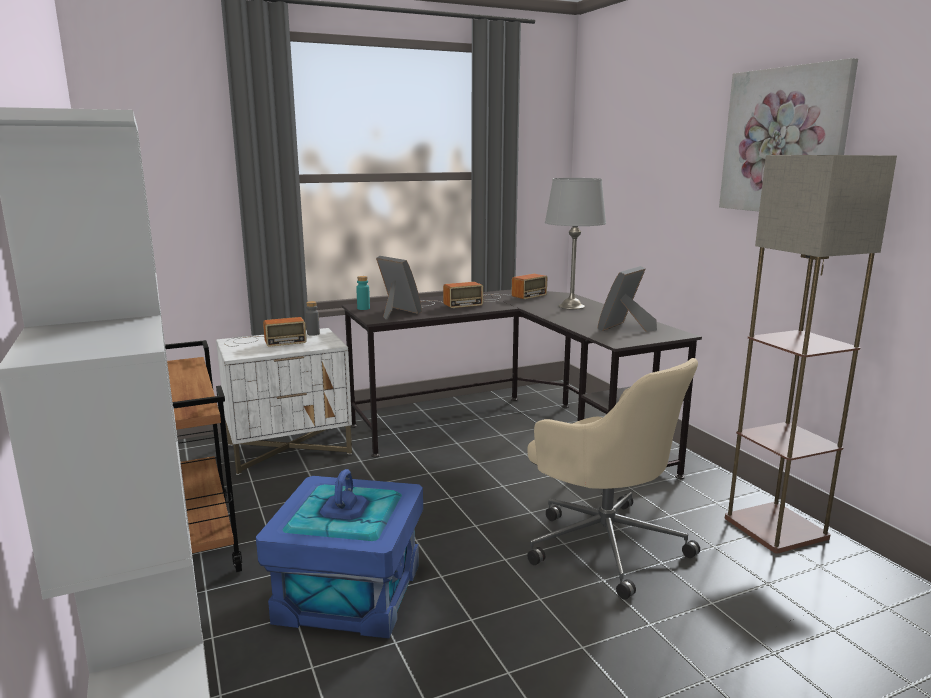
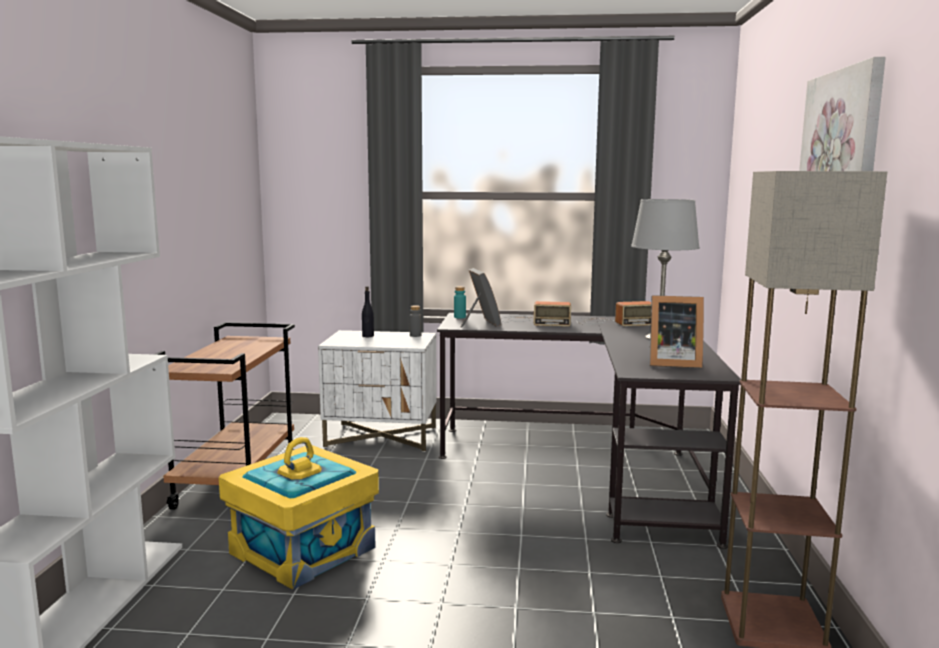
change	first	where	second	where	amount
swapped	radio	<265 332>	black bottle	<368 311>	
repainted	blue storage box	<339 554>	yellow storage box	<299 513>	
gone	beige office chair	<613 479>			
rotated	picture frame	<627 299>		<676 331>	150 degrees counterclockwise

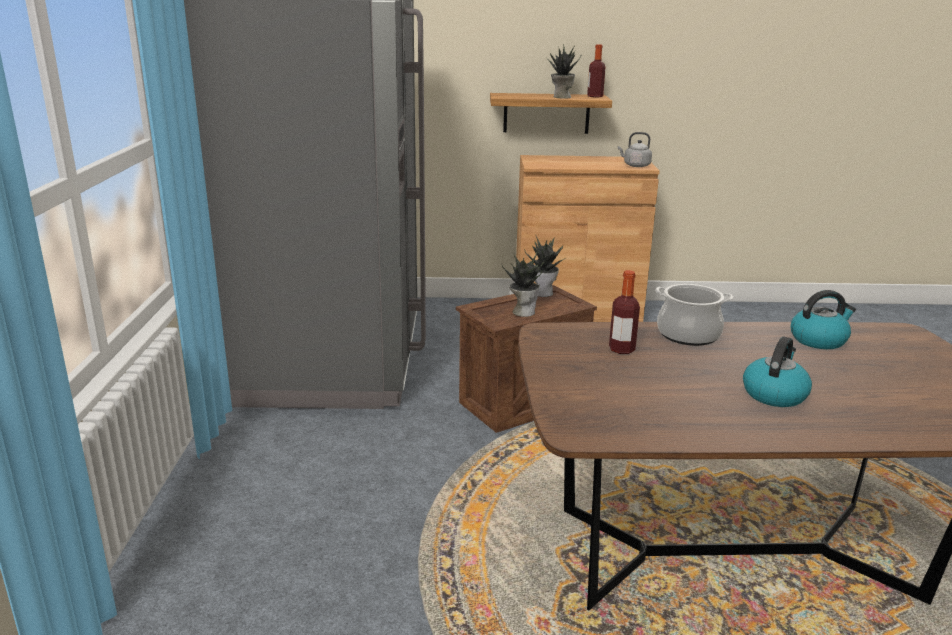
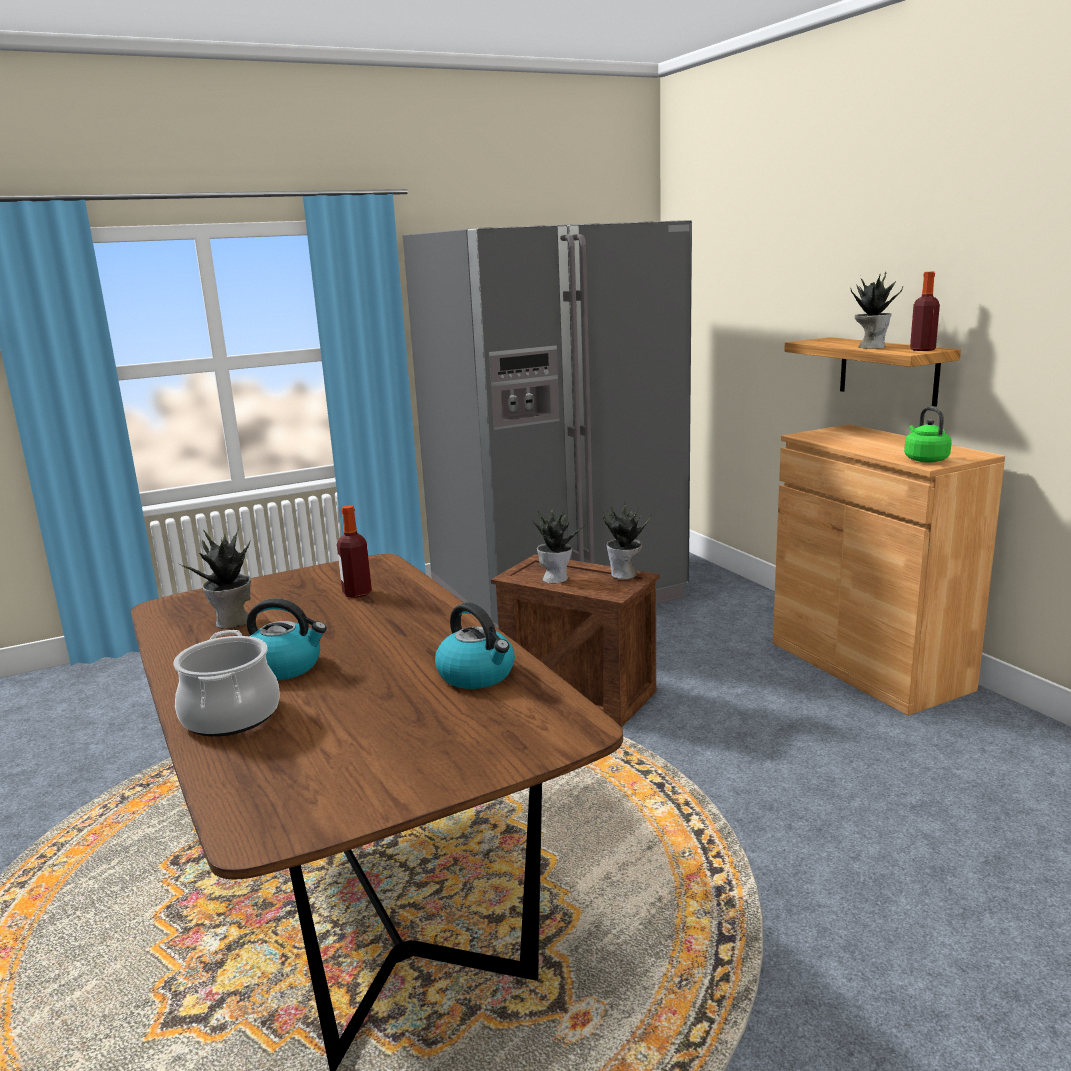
change	first	where	second	where	amount
repainted	grey kettle	<635 149>	green kettle	<928 435>	
shifted	cooking pot	<694 315>		<227 683>	
new			potted plant	<214 578>	

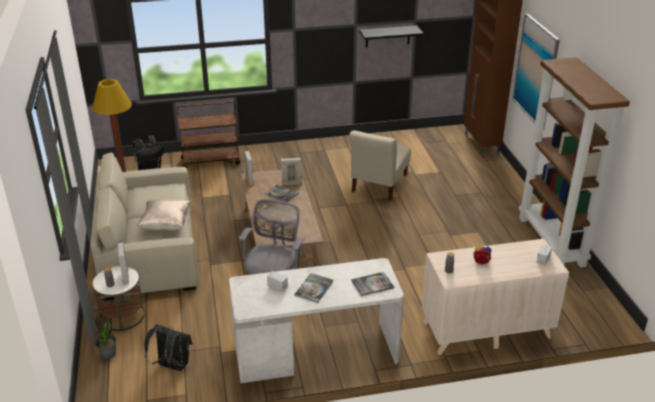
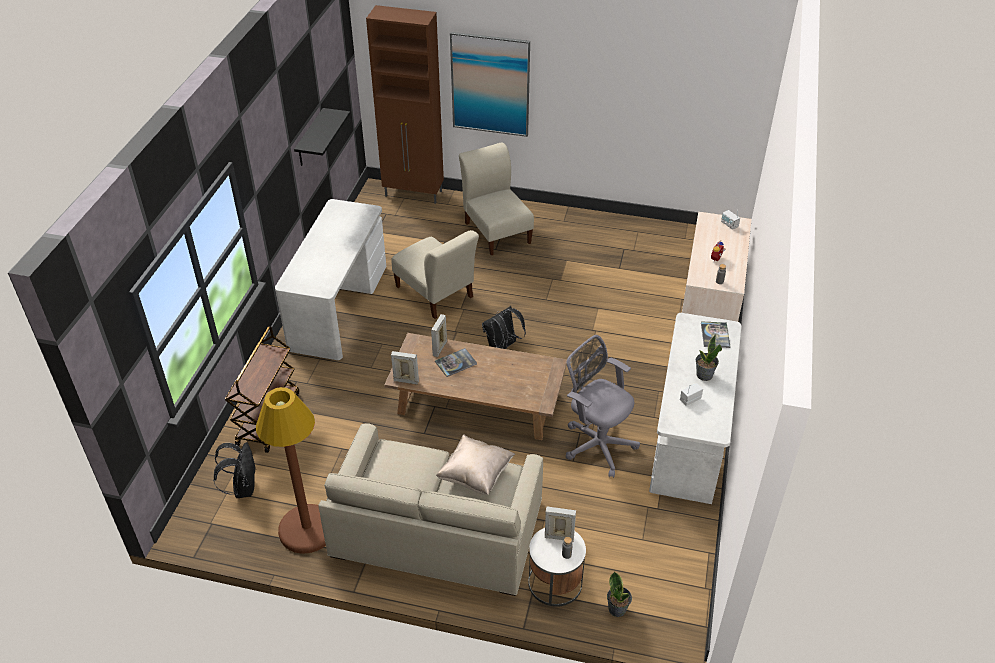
change	first	where	second	where	amount
shifted	black backpack	<168 347>		<504 327>	
swapped	book	<314 288>	potted plant	<709 357>	
gone	brown bookcase	<574 162>			
new			white desk	<330 279>	
new			beige chair	<496 199>	

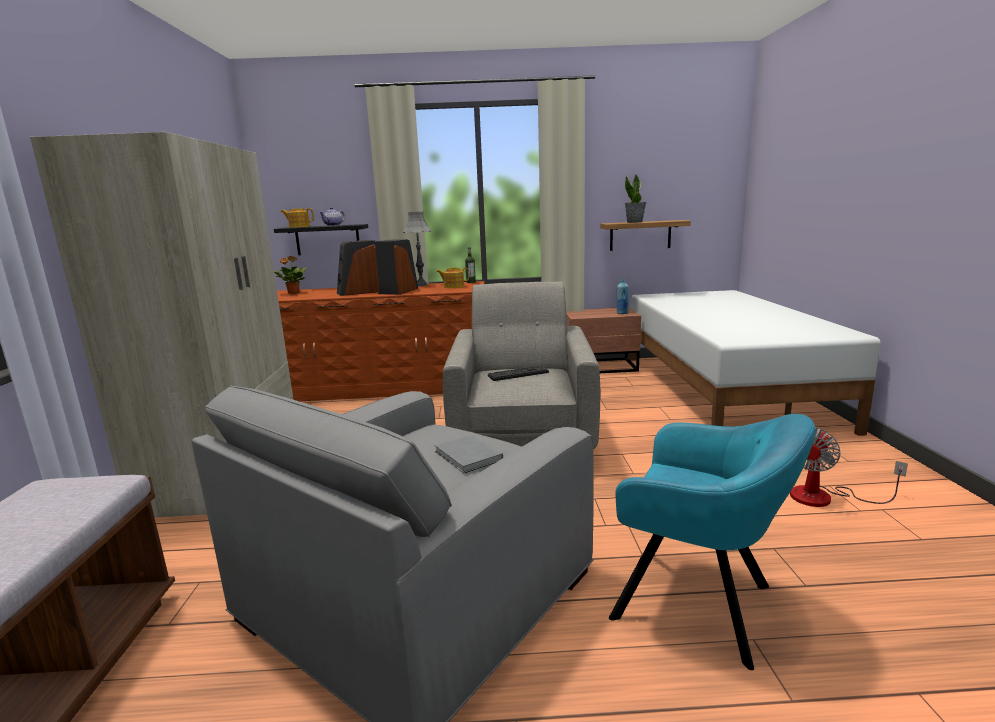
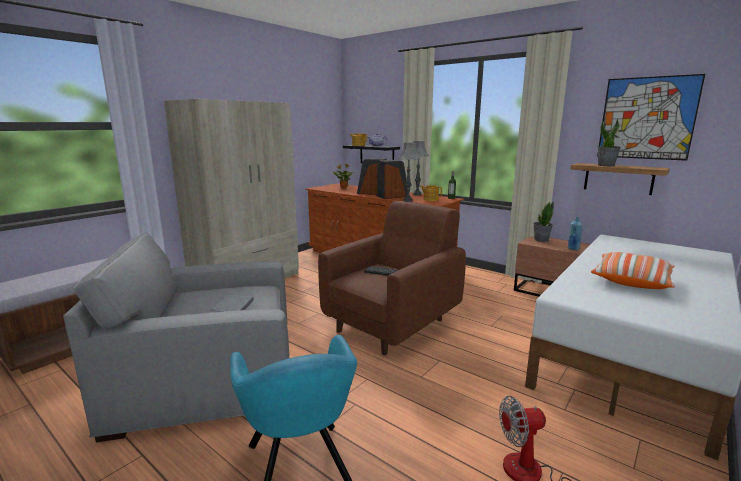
change	first	where	second	where	amount
repainted	grey armchair	<521 366>	brown armchair	<392 278>	
new			grey table lamp	<409 172>	
new			potted plant	<543 221>	
new			pillow	<633 270>	
new			picture	<651 117>	

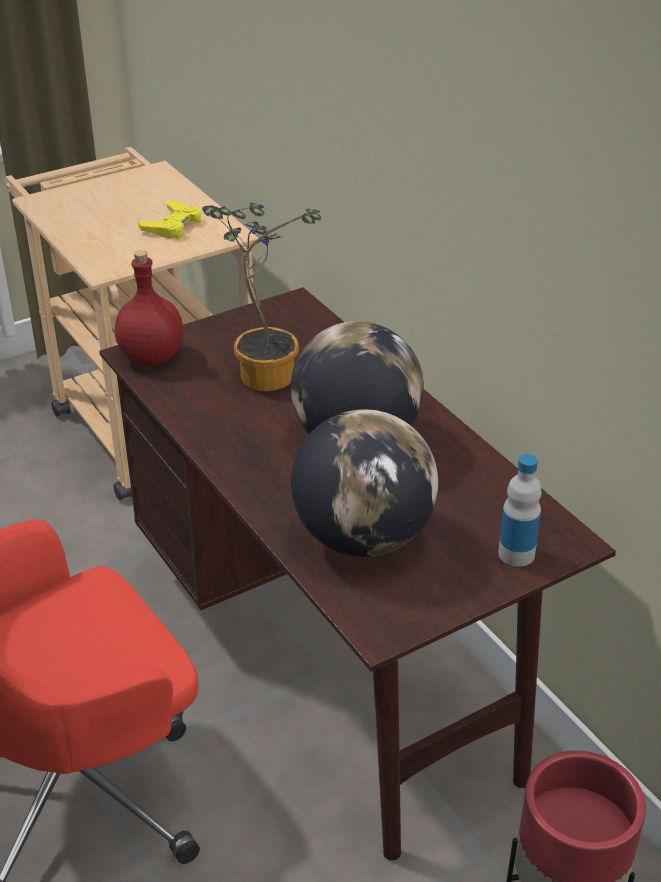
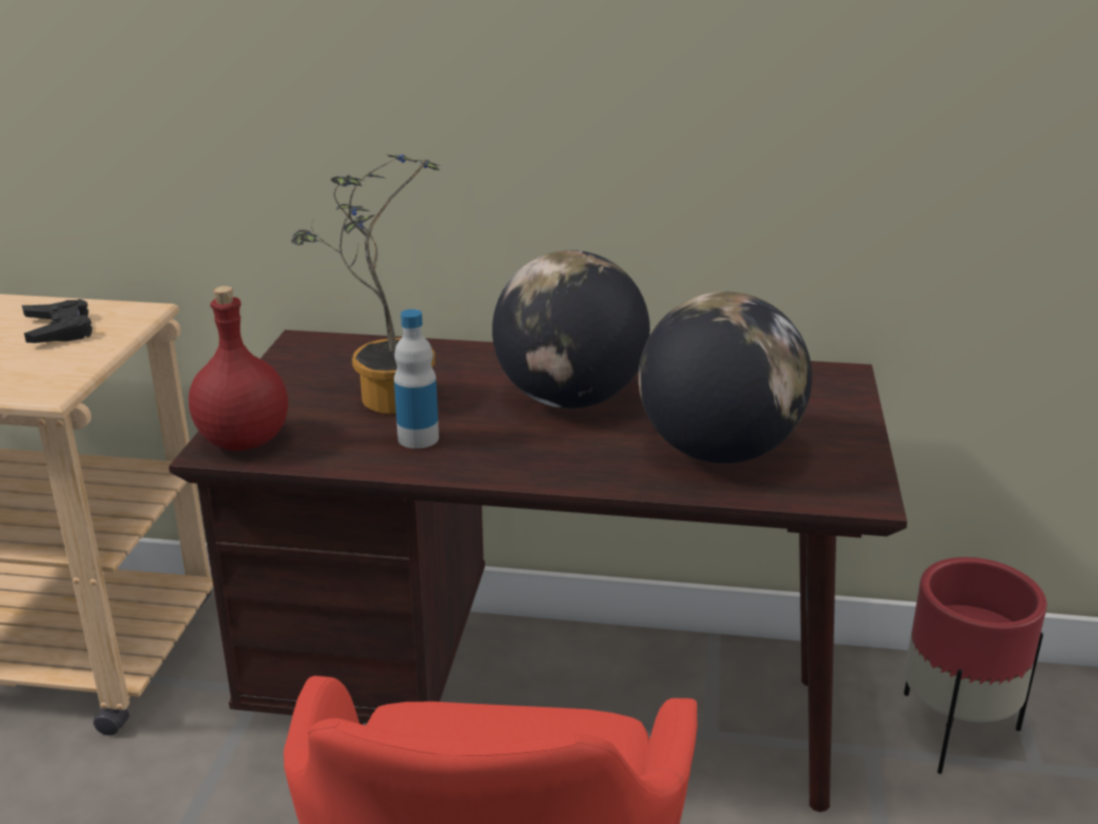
change	first	where	second	where	amount
repainted	yellow game controller	<170 219>	black game controller	<57 321>	
shifted	bottle	<520 510>		<416 379>	

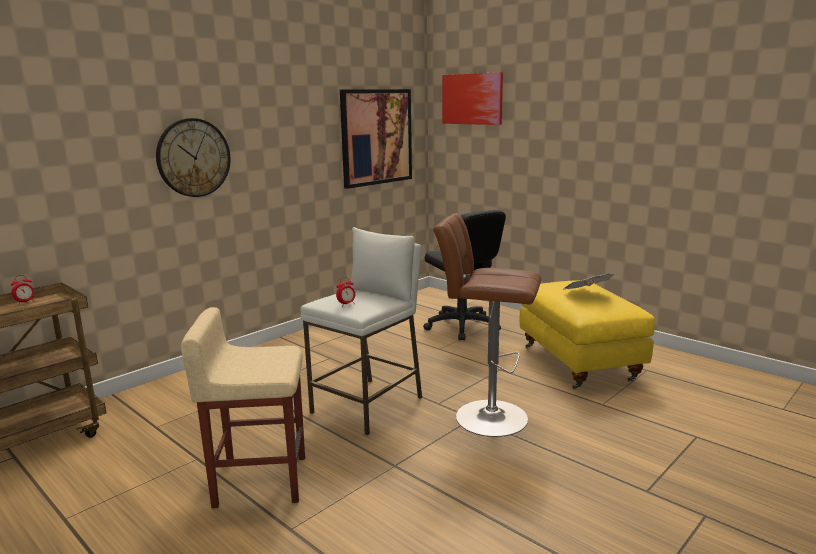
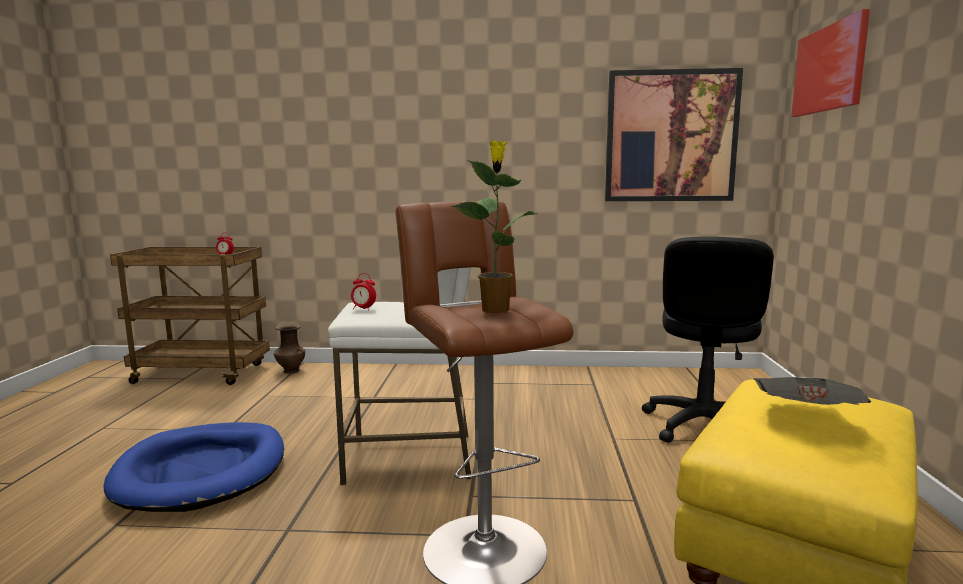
change	first	where	second	where	amount
gone	wall clock	<193 157>			
swapped	beige stool	<243 407>	blue dog bed	<194 467>	
new			brown vase	<289 349>	
new			potted plant	<494 226>	

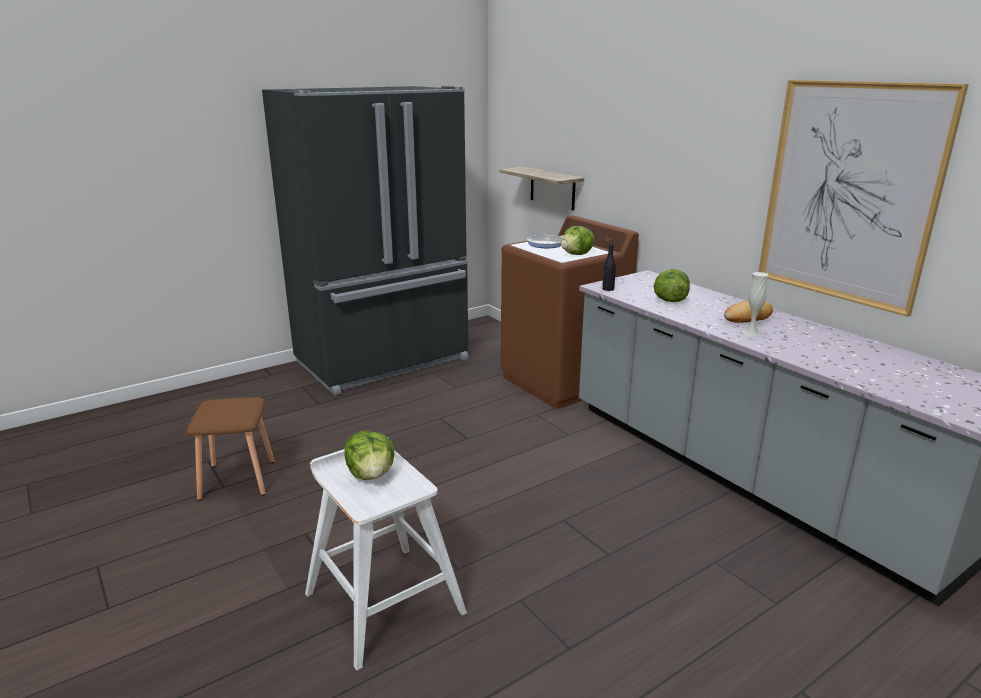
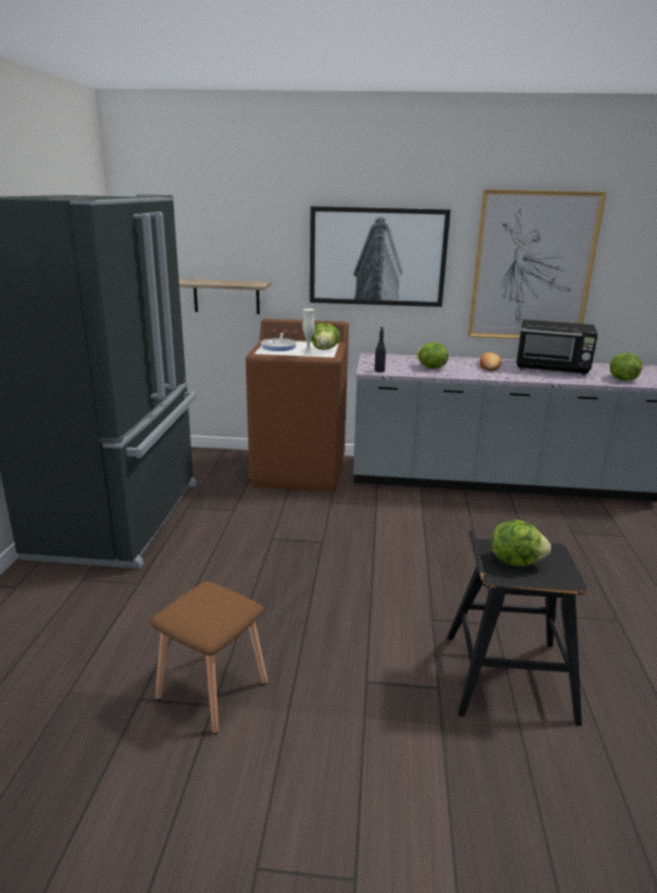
change	first	where	second	where	amount
repainted	white stool	<386 553>	black stool	<517 628>	
shifted	white vase	<756 304>		<308 333>	
new			picture	<380 256>	
new			black microwave	<557 347>	
new			lettuce	<626 367>	

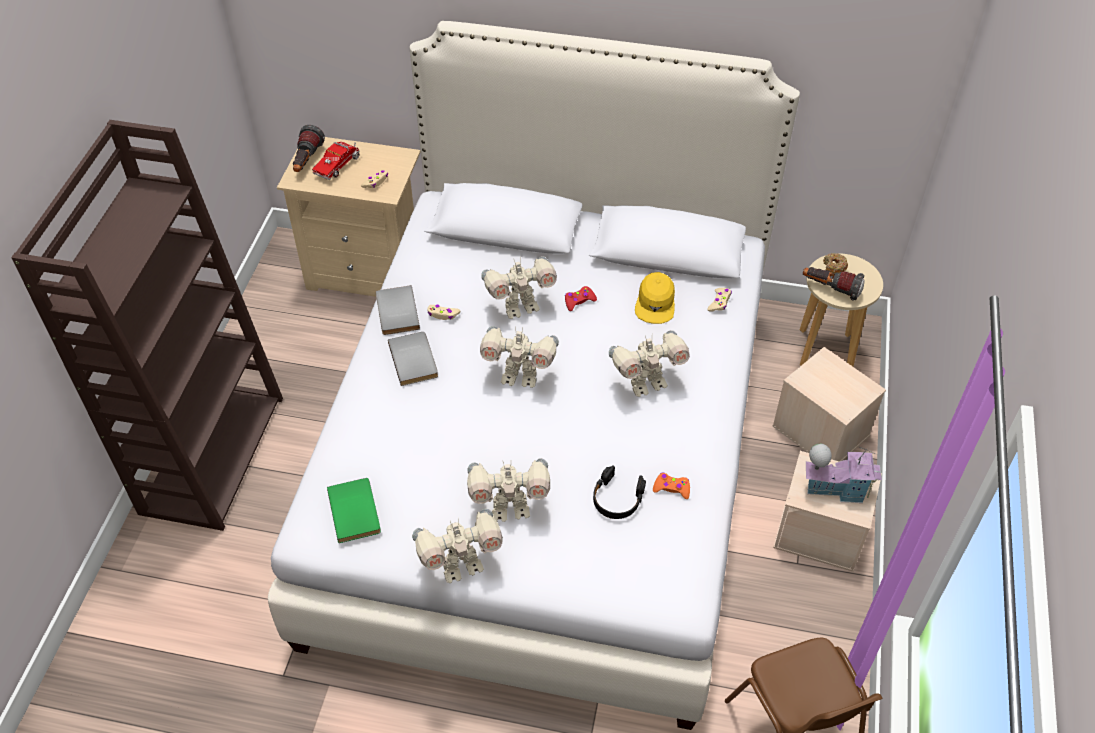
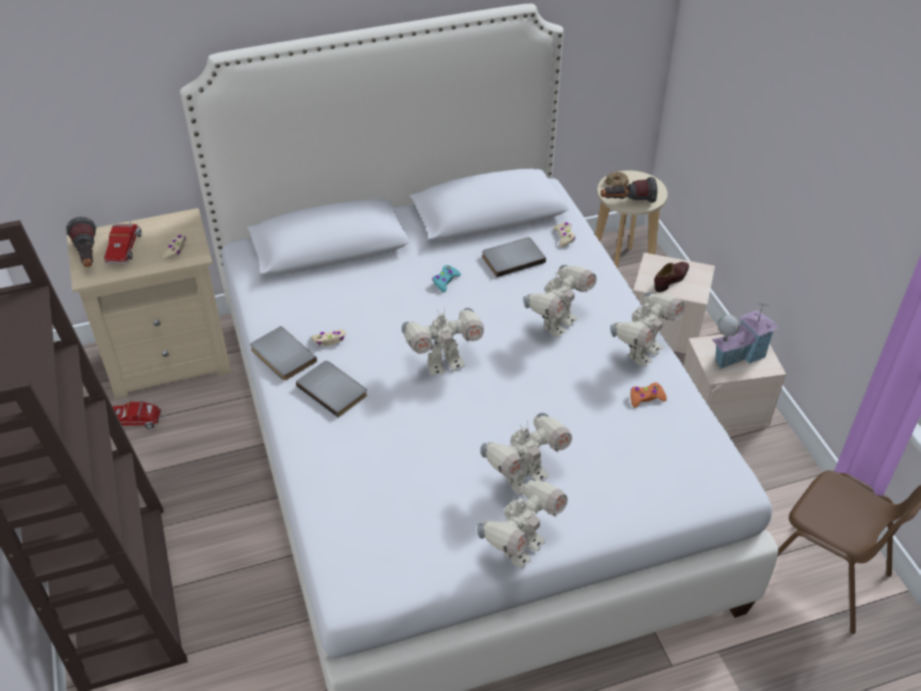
change	first	where	second	where	amount
gone	green book	<354 510>			
shifted	toy robot	<519 287>		<647 329>	
repainted	red game controller	<581 298>	turquoise game controller	<446 278>	
gone	black headphones	<619 492>			
swapped	yellow cap	<655 298>	grey book	<514 257>	
new			toy truck	<138 415>	
new			brown shoe	<671 277>	

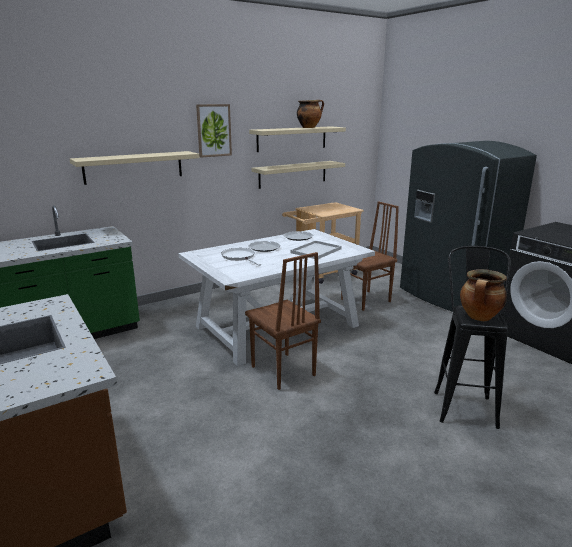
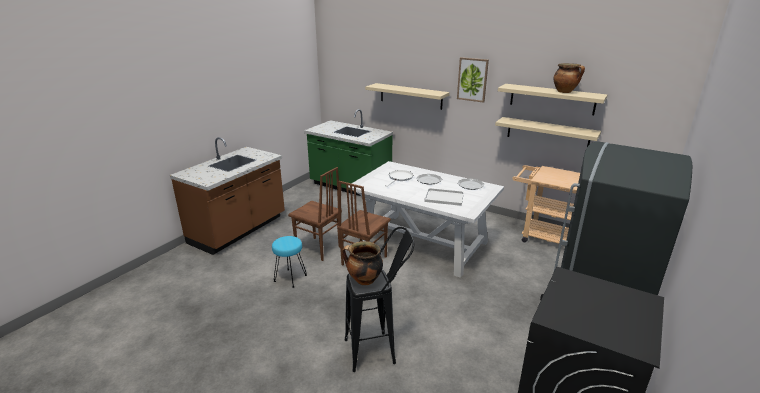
change	first	where	second	where	amount
shifted	brown chair	<370 256>		<315 214>	
new			turquoise stool	<289 262>	

